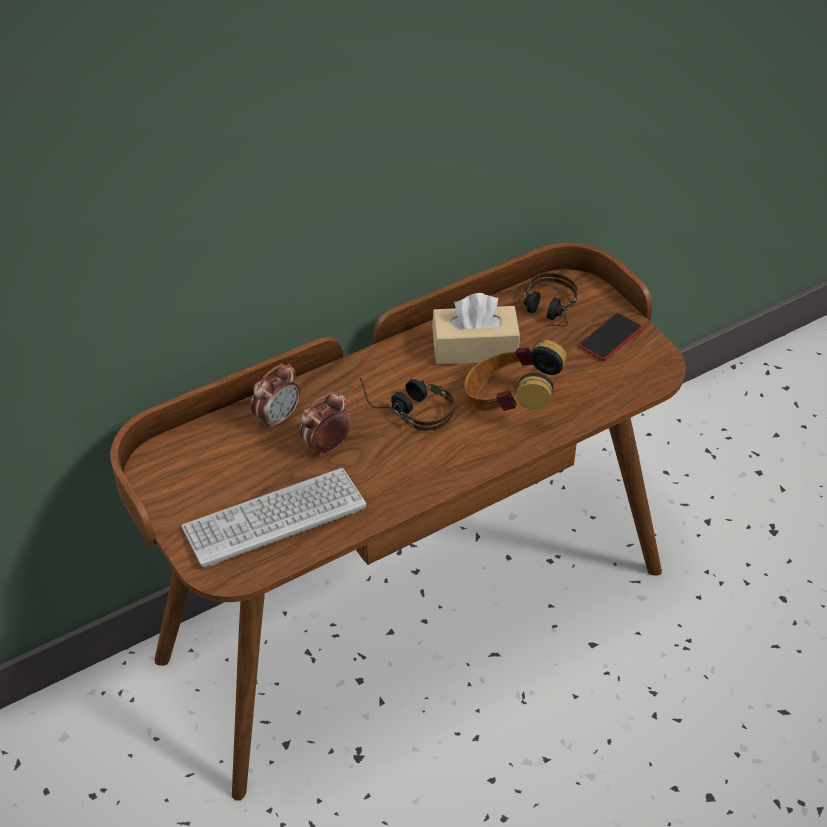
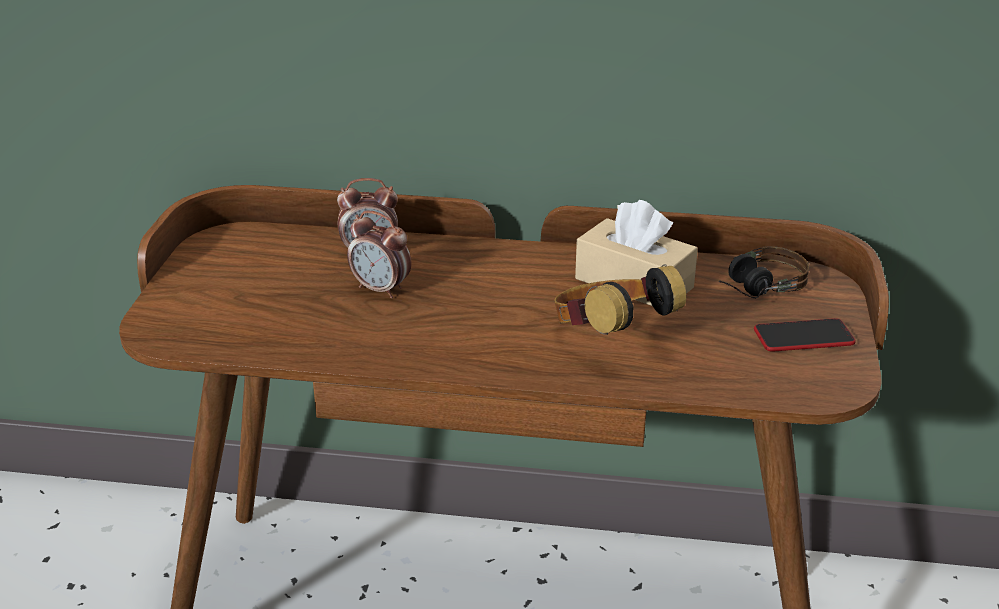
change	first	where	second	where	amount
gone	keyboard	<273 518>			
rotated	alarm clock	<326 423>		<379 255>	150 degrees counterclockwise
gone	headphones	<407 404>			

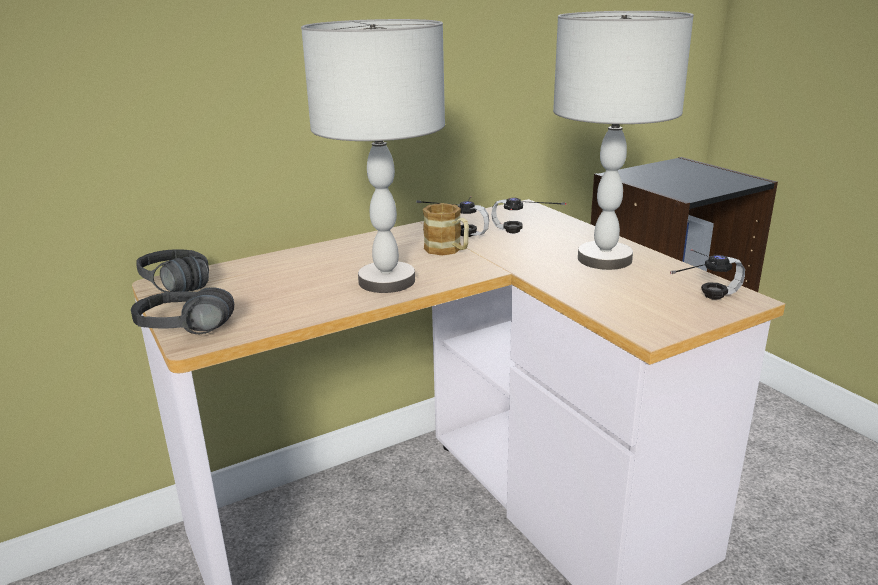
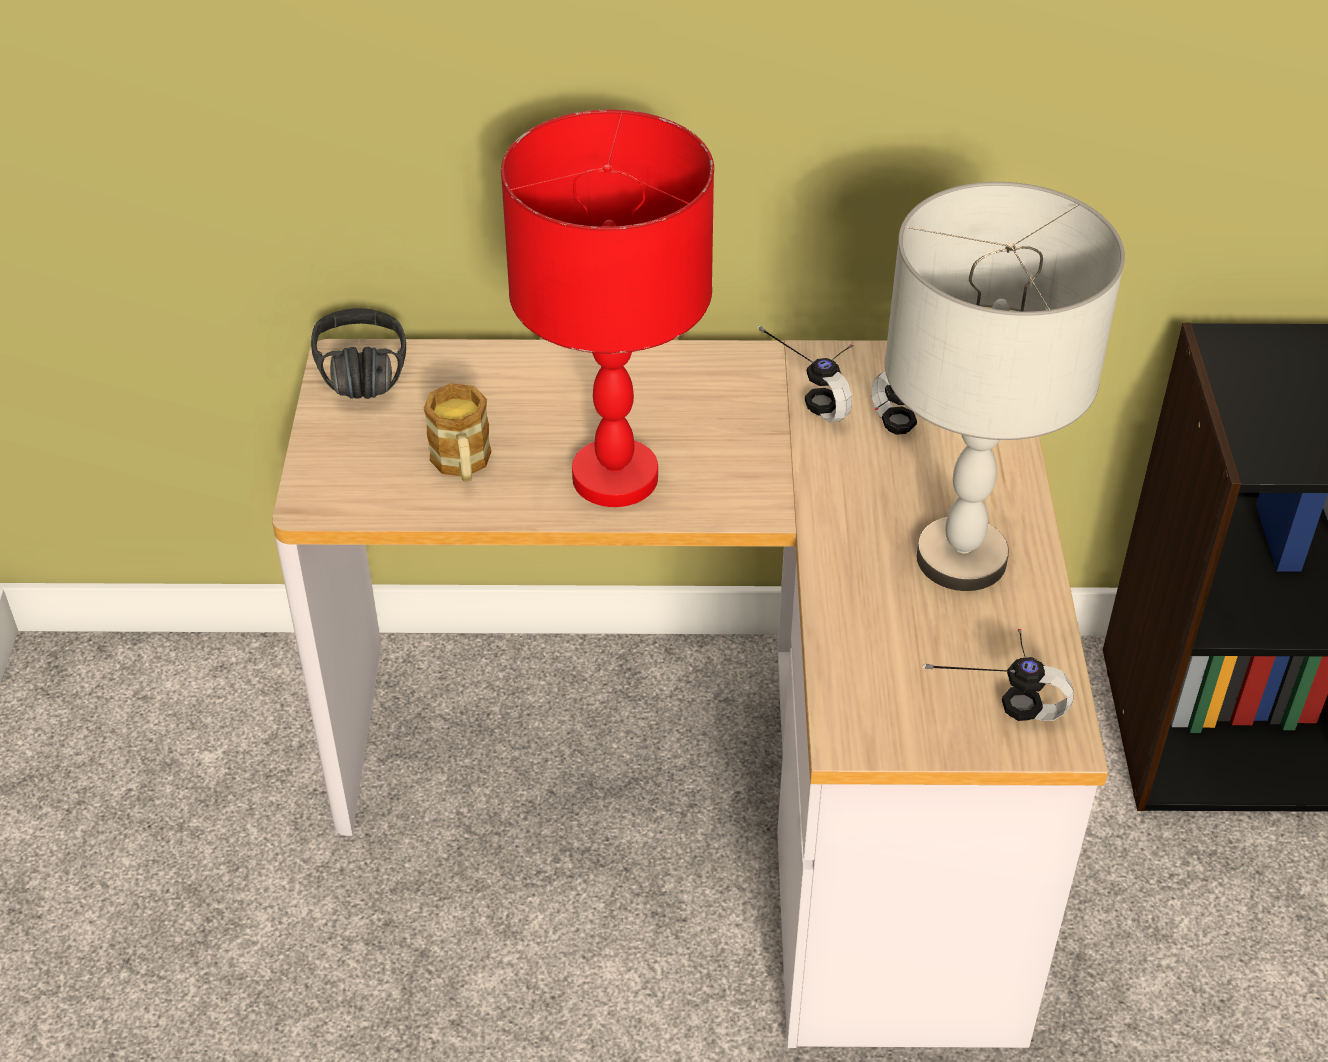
change	first	where	second	where	amount
gone	black headphones	<182 310>			
repainted	grey table lamp	<373 156>	red table lamp	<607 308>	
shifted	mug	<446 229>		<458 432>	

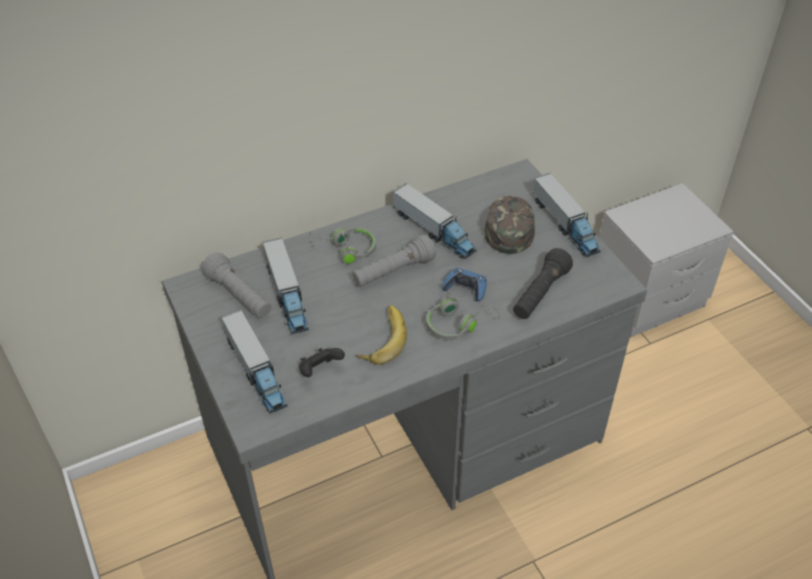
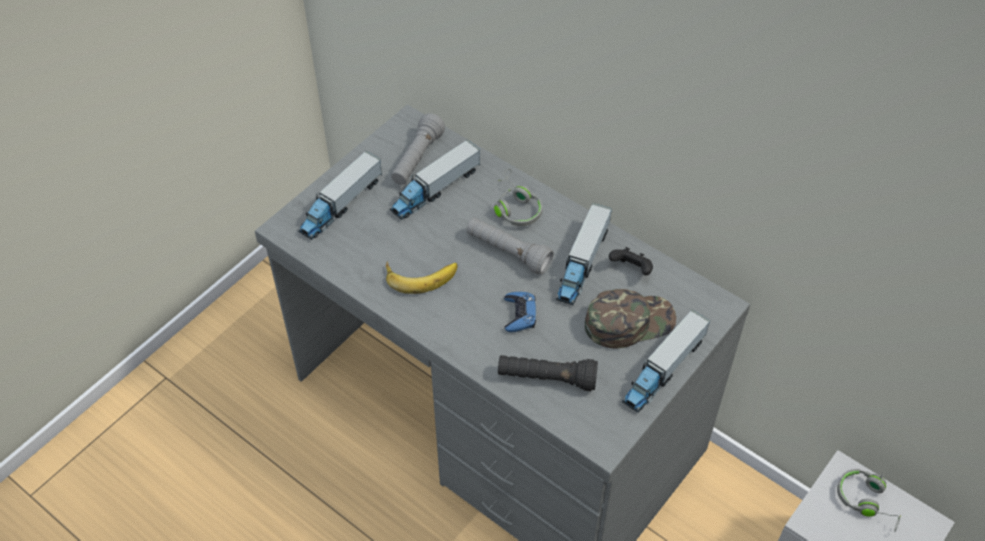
change	first	where	second	where	amount
shifted	black game controller	<322 362>		<631 261>	
shifted	grey headphones	<463 316>		<869 500>	

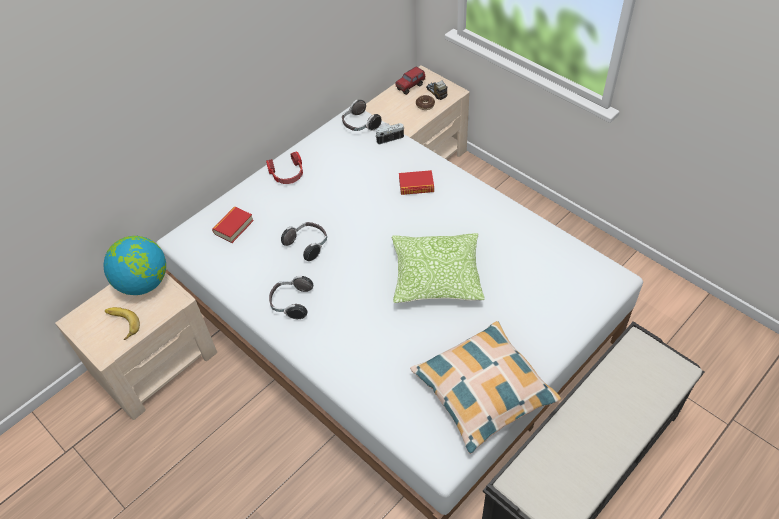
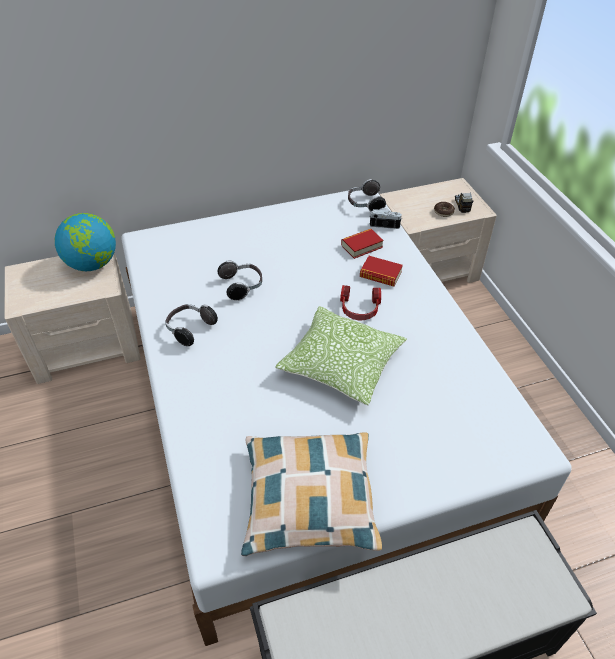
change	first	where	second	where	amount
gone	banana	<122 323>			
shifted	book	<233 225>		<362 244>	
shifted	headphones	<284 167>		<360 302>	
gone	toy truck	<410 81>			

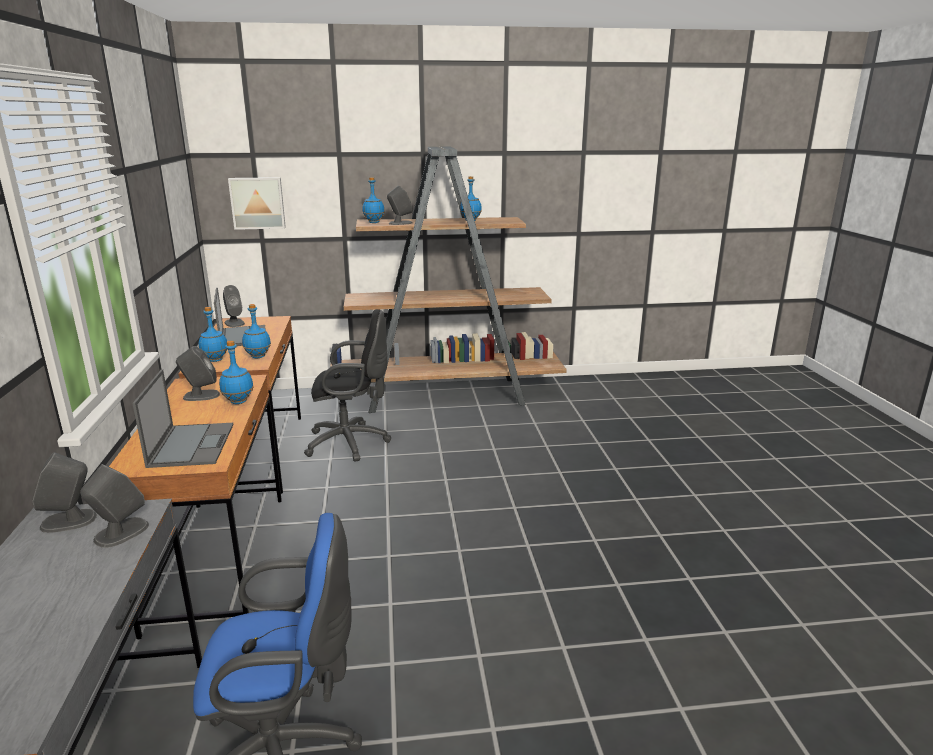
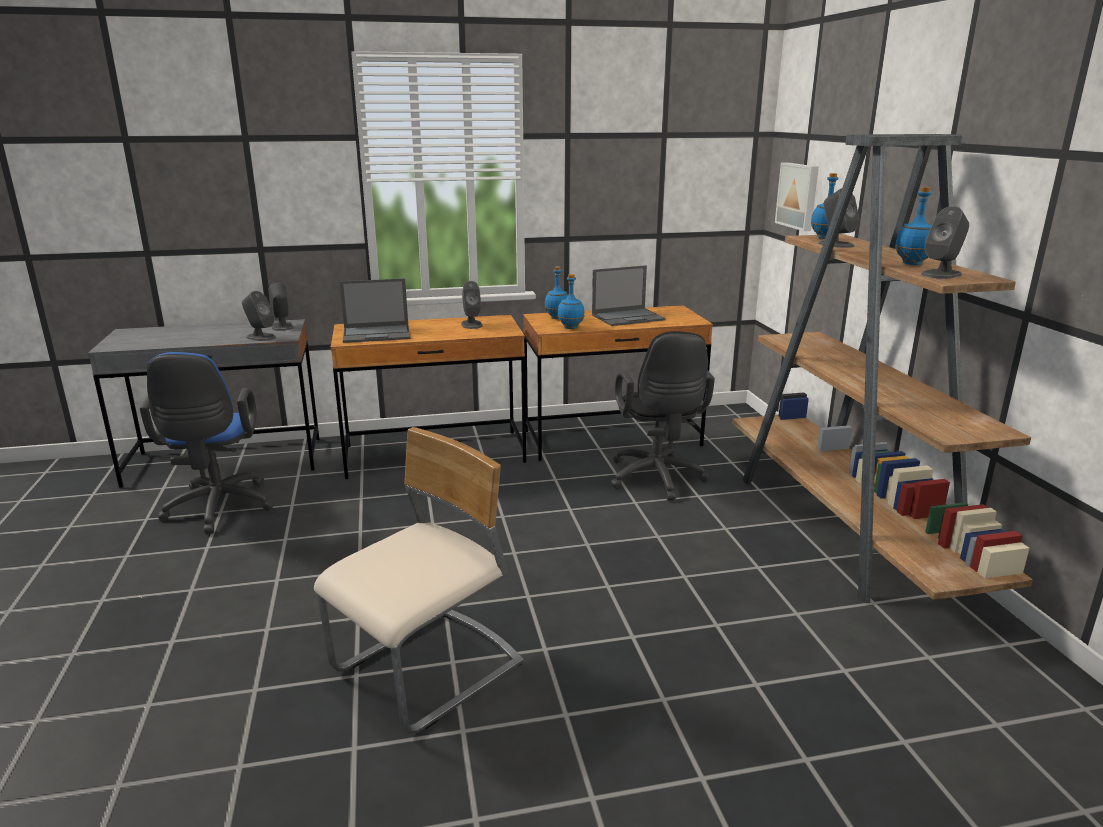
change	first	where	second	where	amount
gone	blue bottle	<236 372>			
shifted	grey speaker	<234 306>		<945 242>	
new			beige chair	<419 580>	

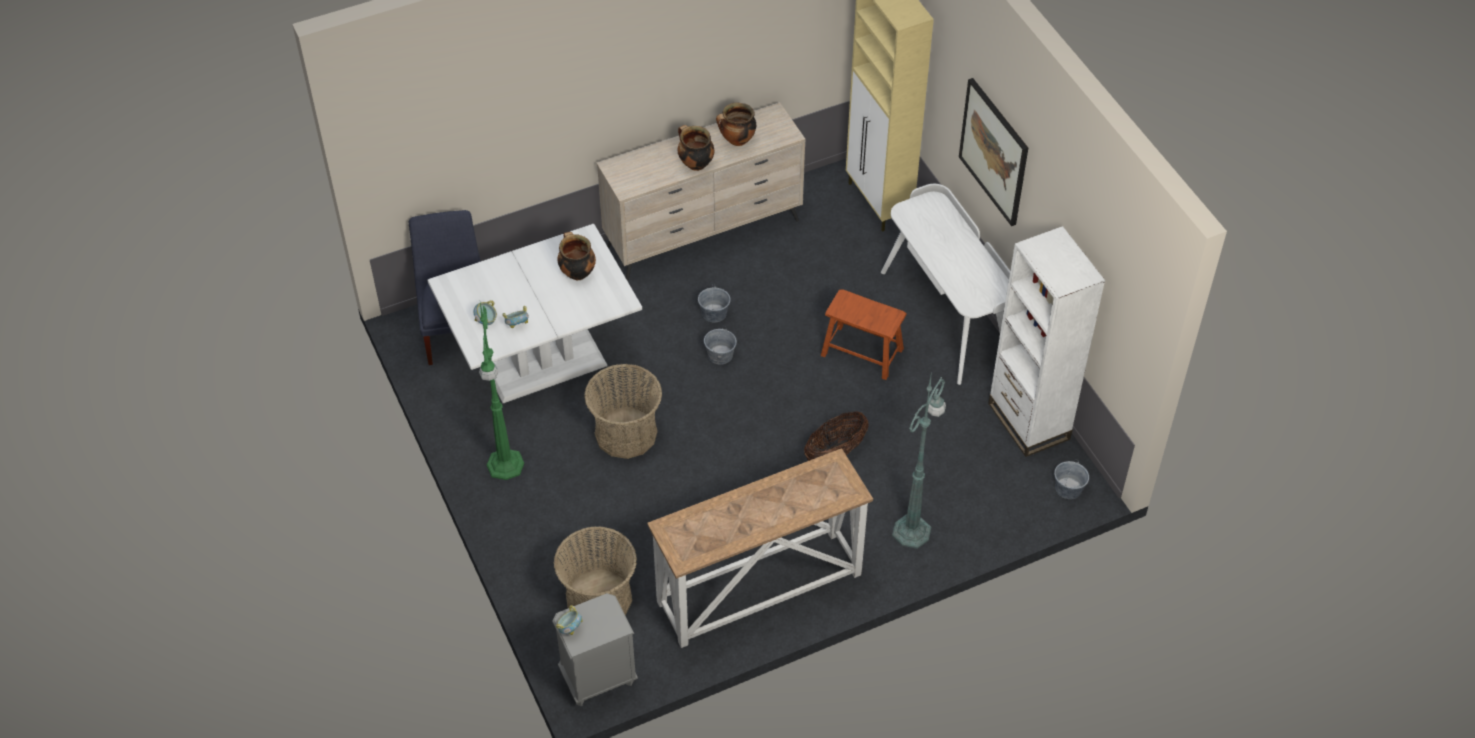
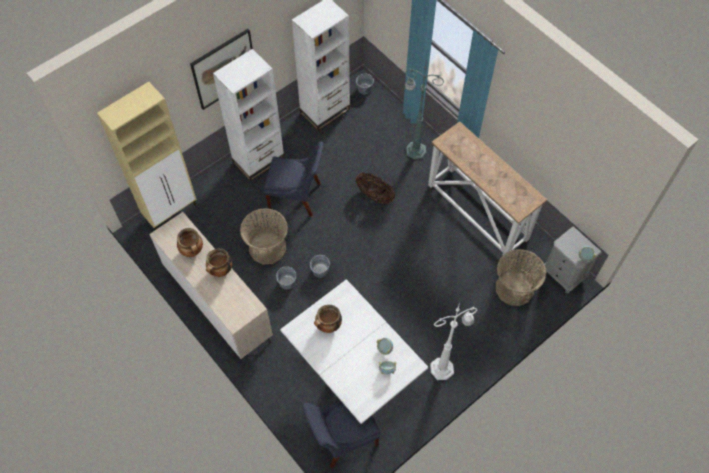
change	first	where	second	where	amount
repainted	green floor lamp	<501 391>	white floor lamp	<454 341>	
shifted	basket	<623 411>		<264 236>	
swapped	brown stool	<864 334>	blue chair	<294 178>	
swapped	white desk	<945 284>	white bookcase	<248 115>	

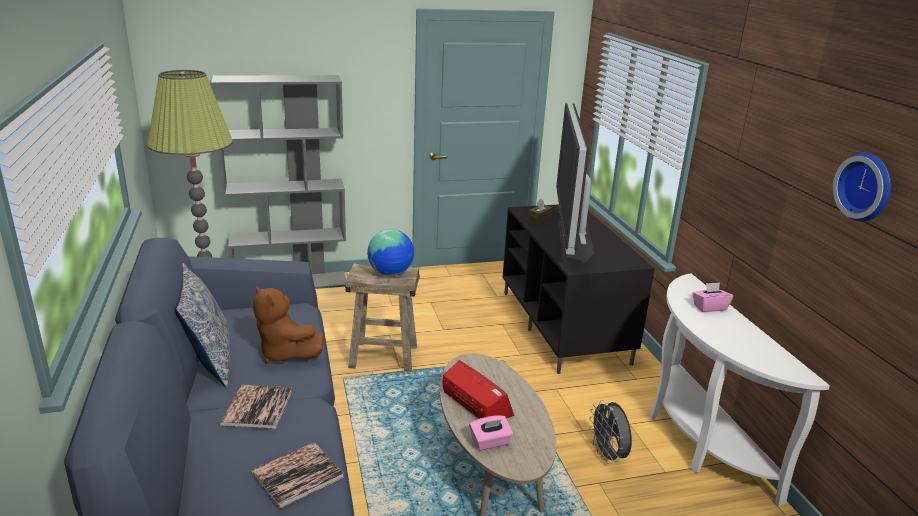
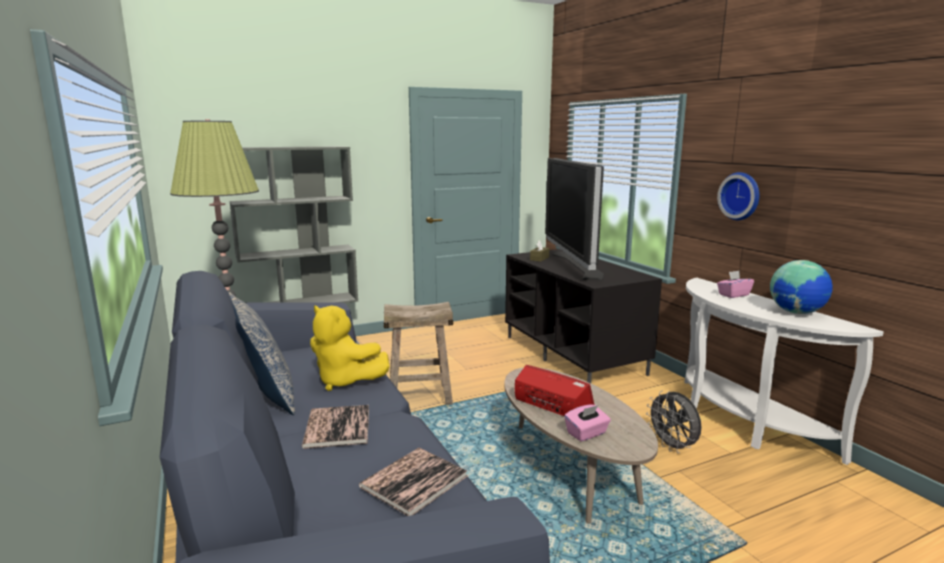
change	first	where	second	where	amount
repainted	brown plush toy	<288 325>	yellow plush toy	<350 348>	
shifted	globe	<390 252>		<801 287>	
shifted	wall clock	<862 187>		<738 196>	

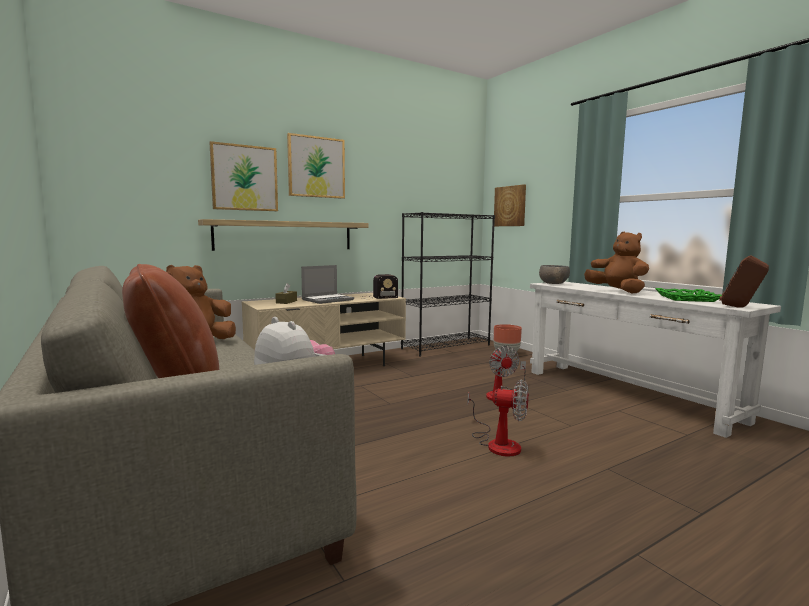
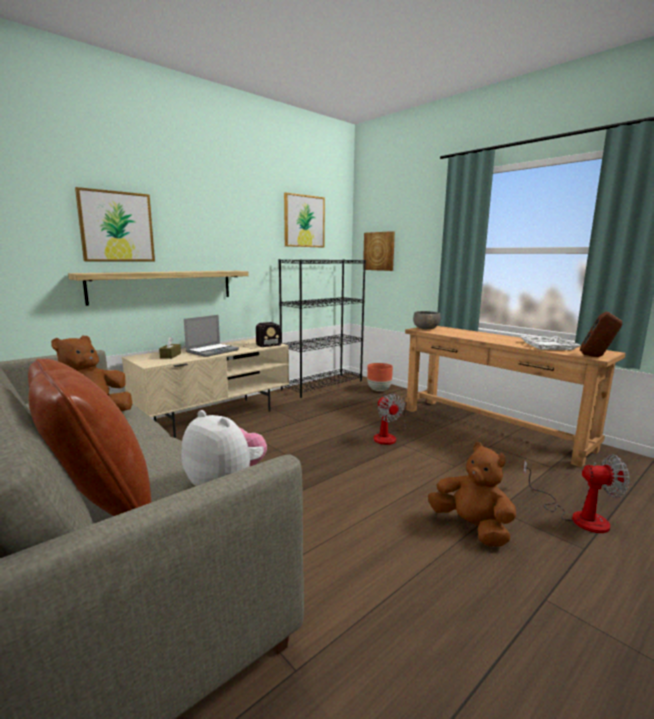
change	first	where	second	where	amount
shifted	picture	<316 166>		<304 220>	
shifted	fan	<498 418>		<576 493>	
repainted	white console table	<655 360>	brown console table	<515 396>	
shifted	brown plush toy	<616 262>		<472 494>	
repainted	green tray	<689 295>	white tray	<550 343>	

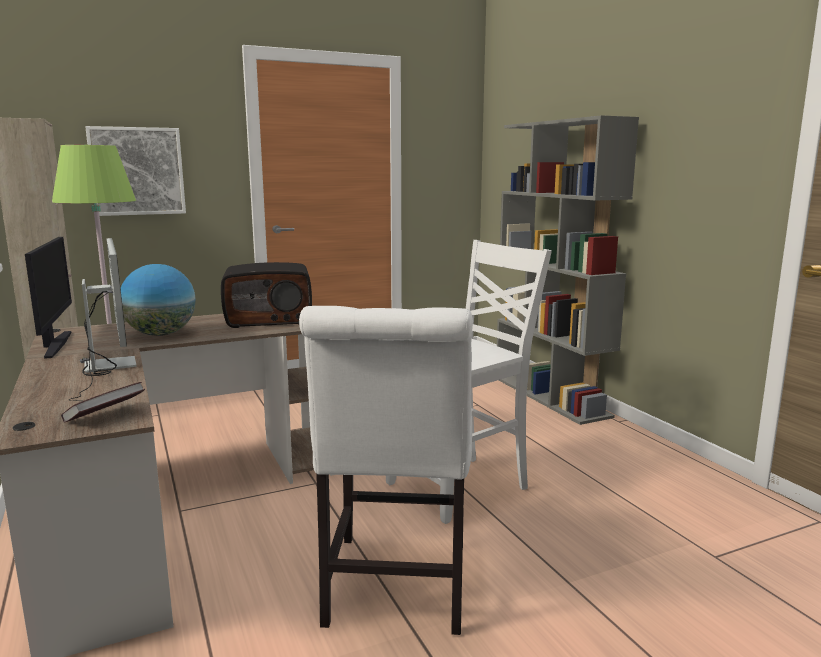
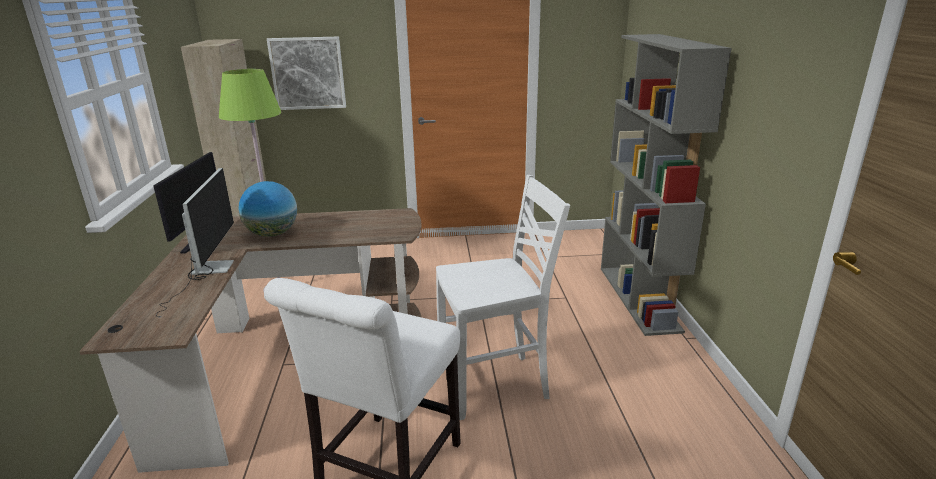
change	first	where	second	where	amount
gone	book	<103 402>			
gone	radio	<266 295>			

